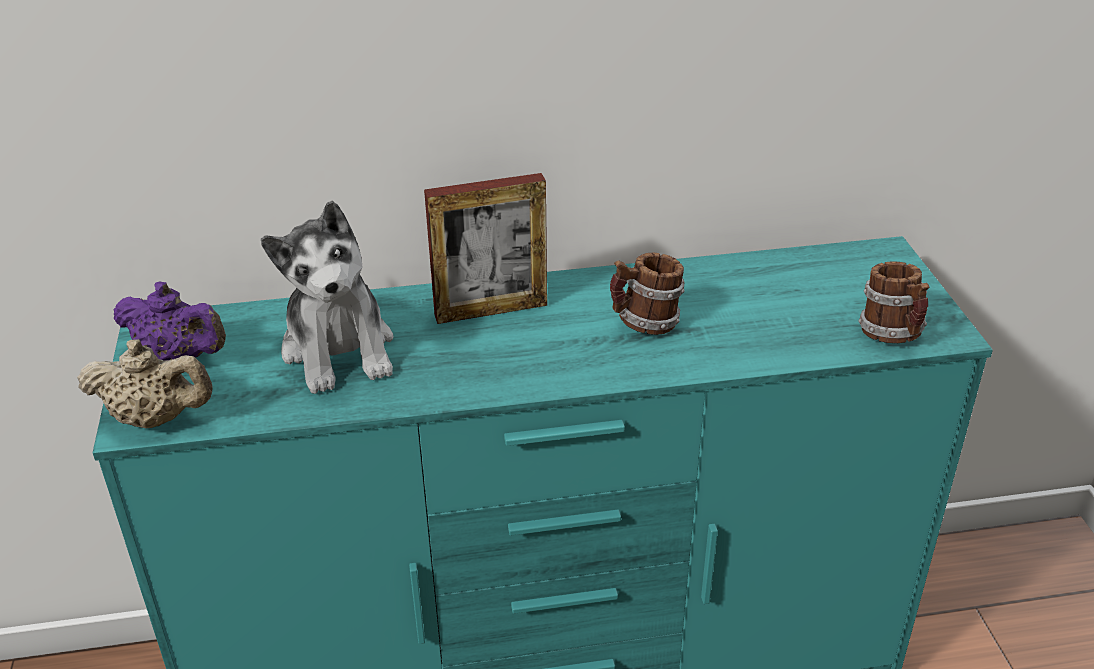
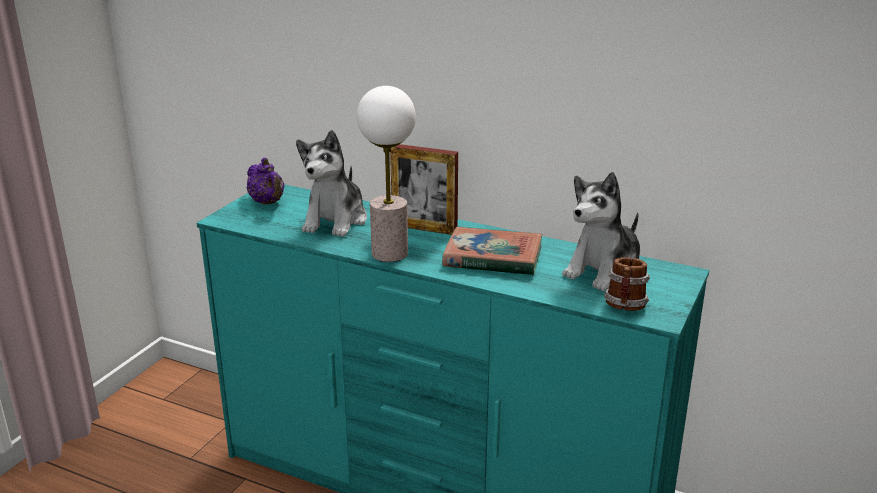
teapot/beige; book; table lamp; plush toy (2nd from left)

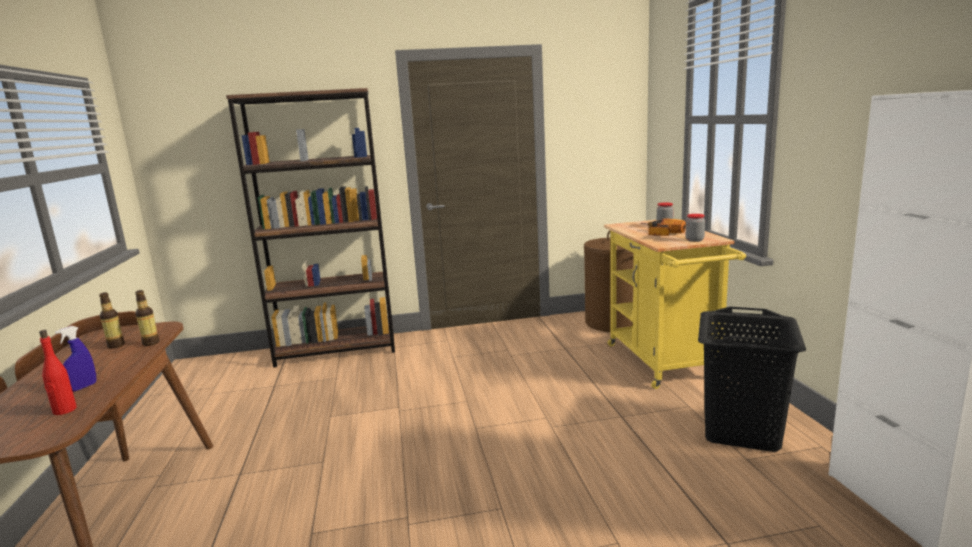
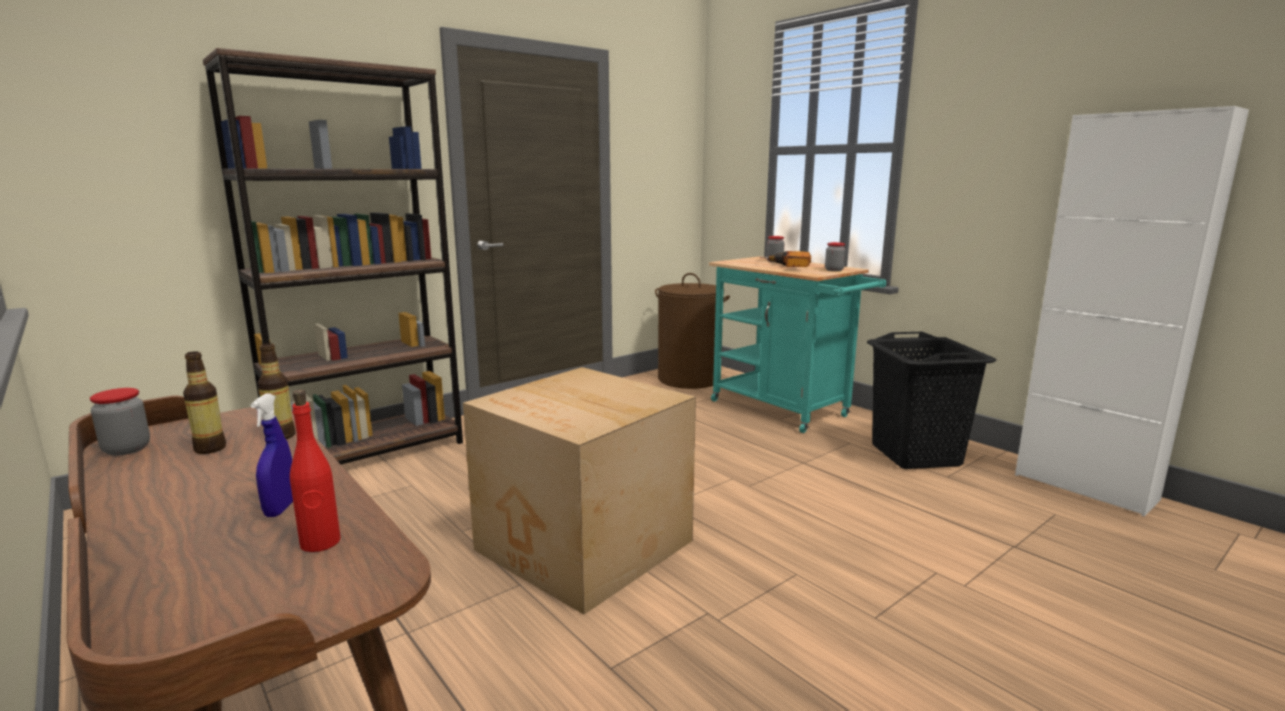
cart/turquoise; jar (1st from left); cardboard box

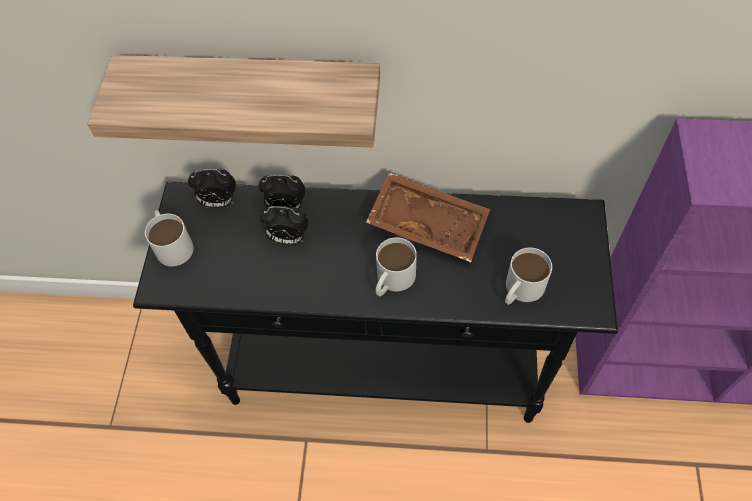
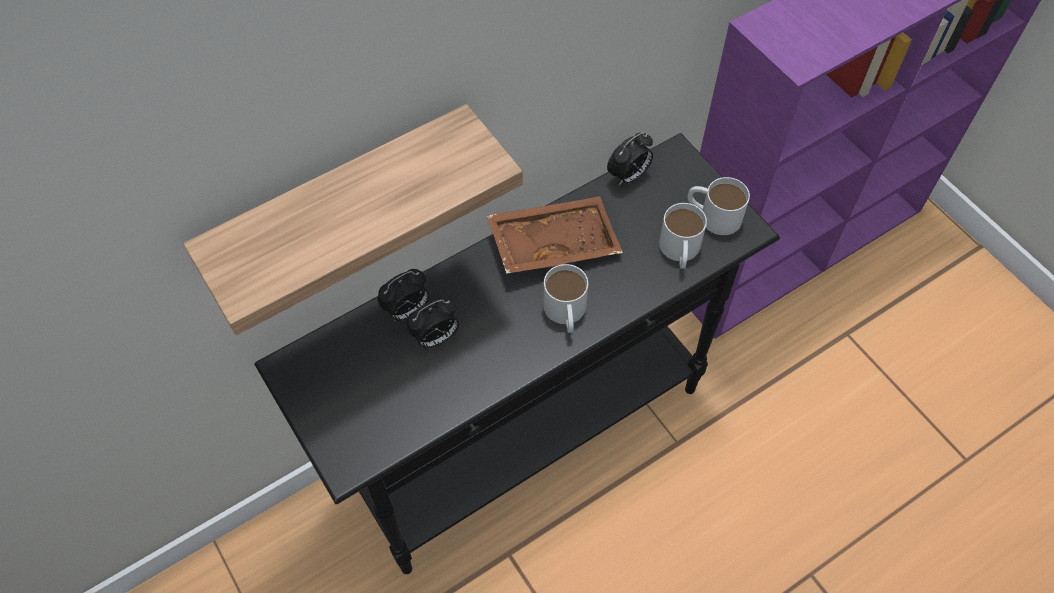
mug/white (3rd from left); alarm clock (3rd from left)

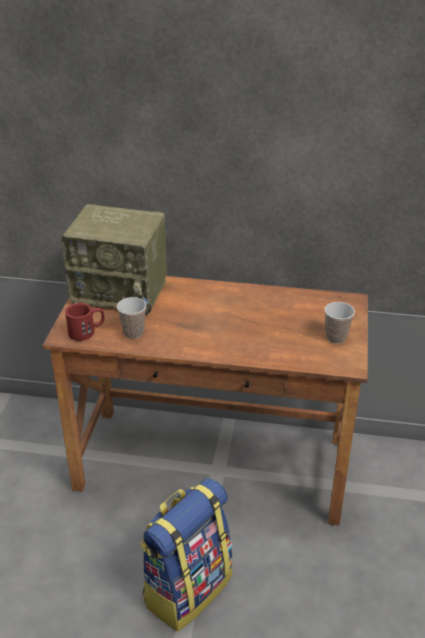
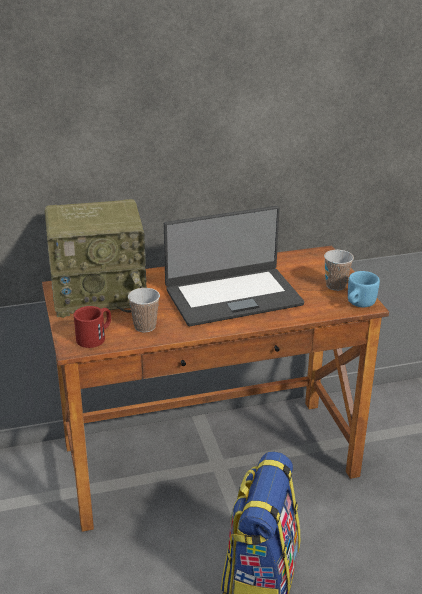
laptop; mug/blue

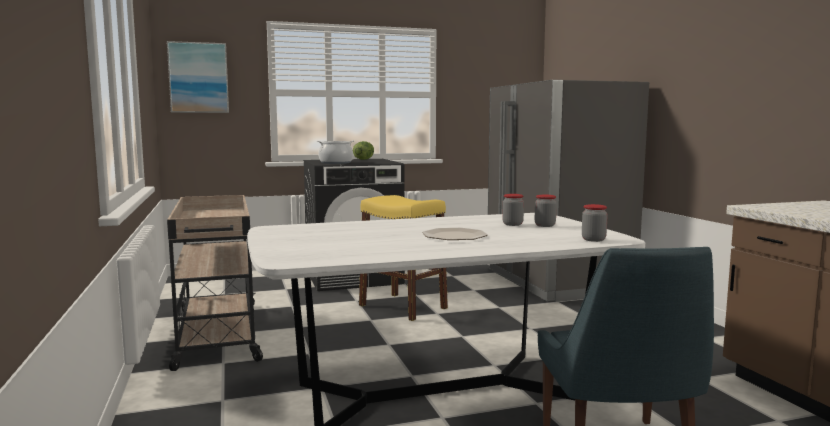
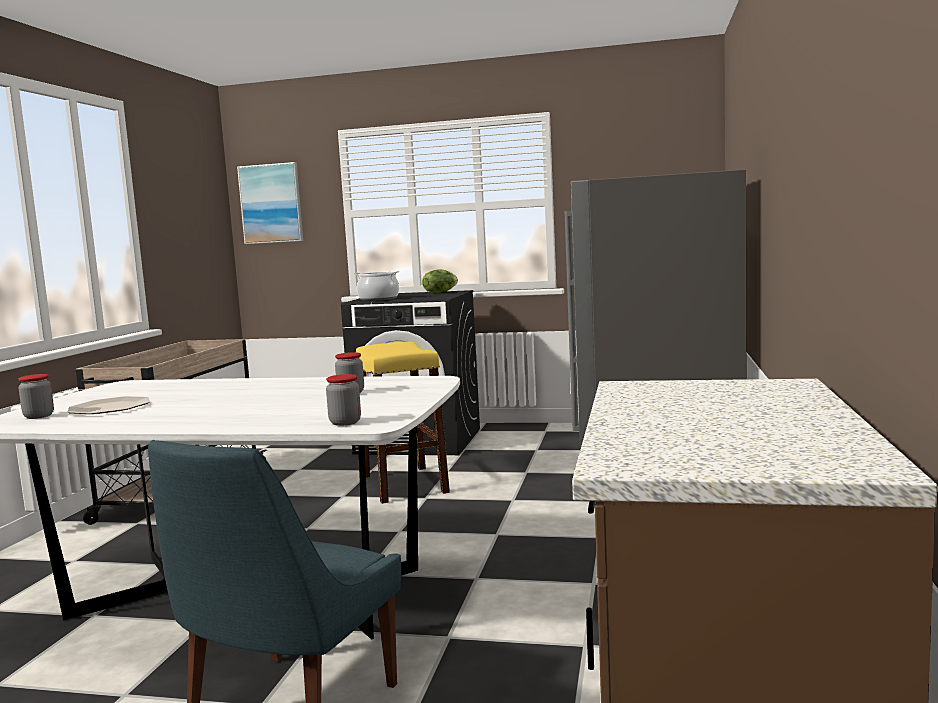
plate; jar (1st from left)

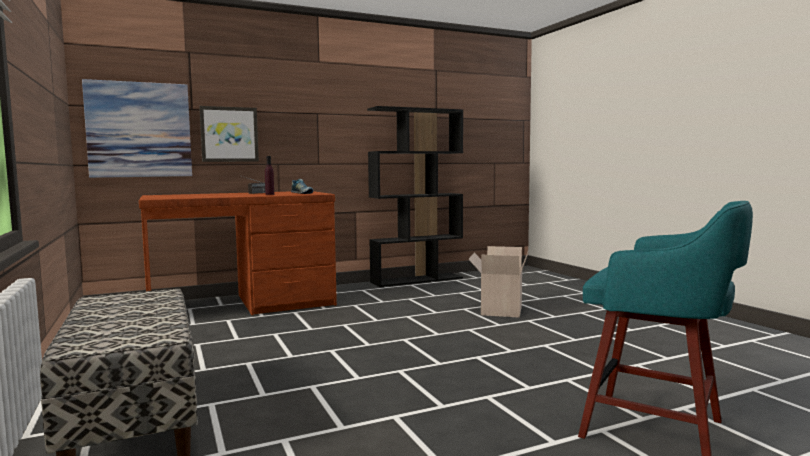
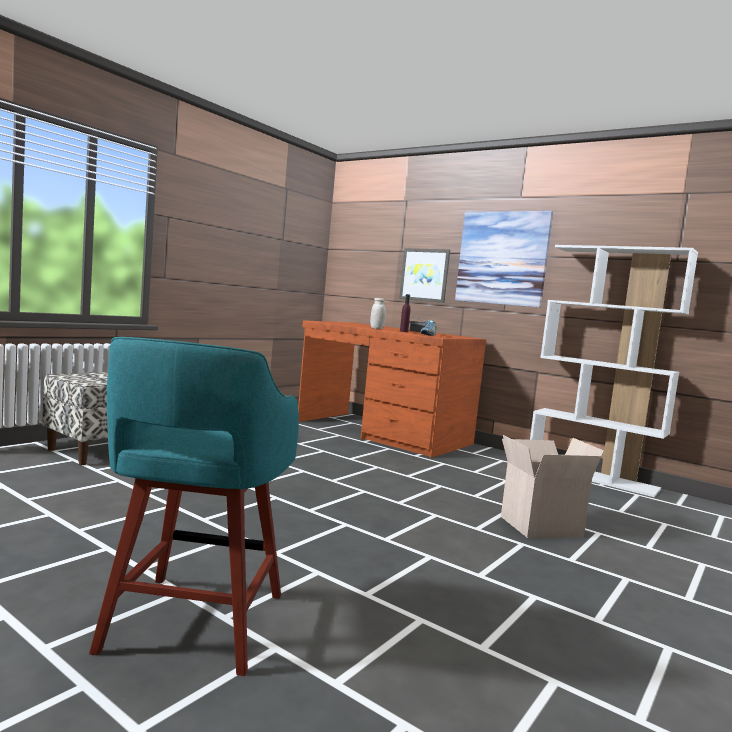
picture (2nd from left); bookcase/white; jar/white

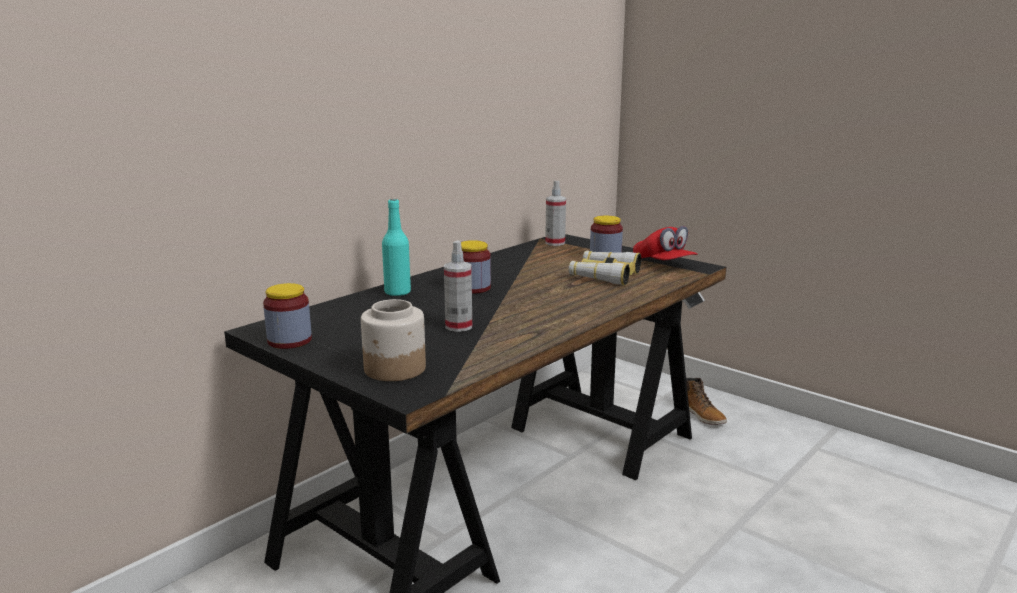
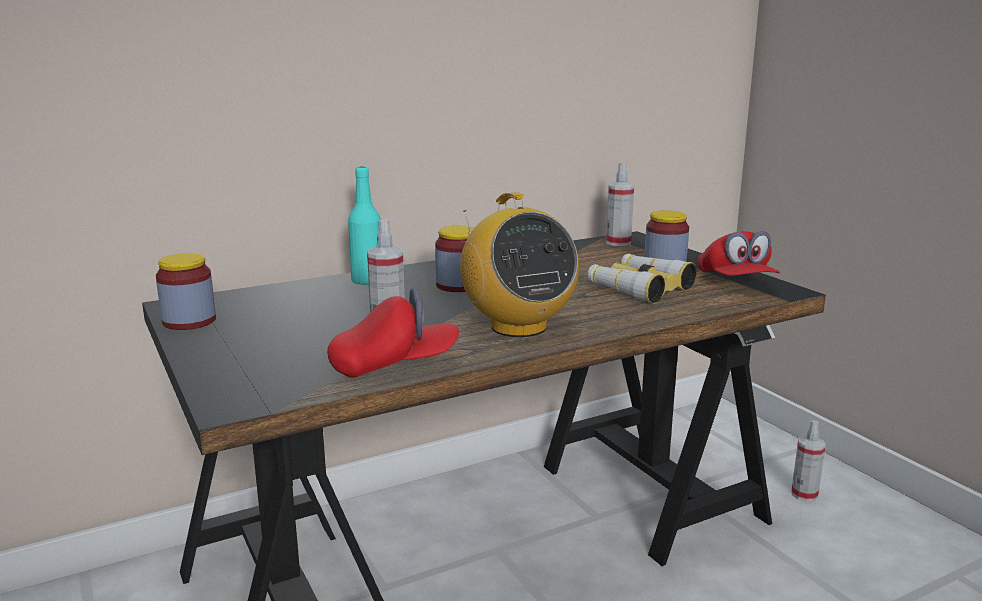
jar (2nd from left in the first image); spray bottle (3rd from left); cap/red (1st from left); radio

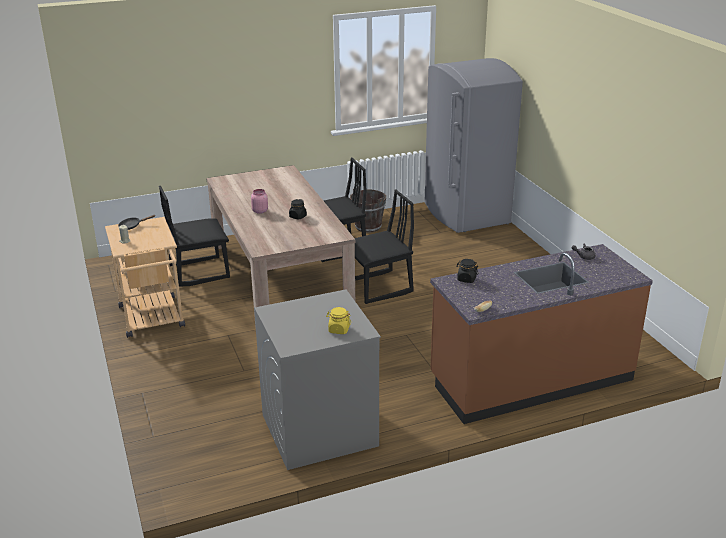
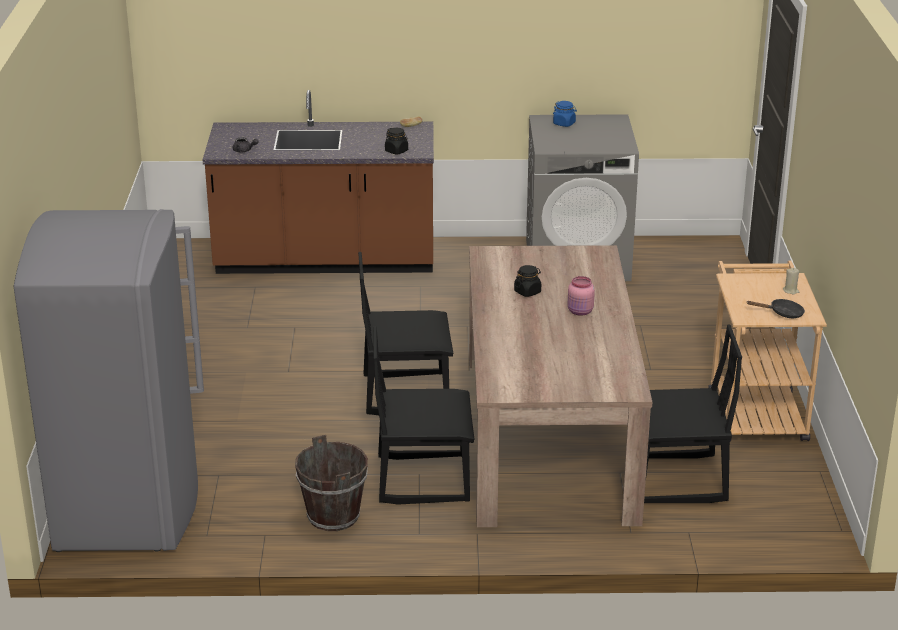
jar/blue

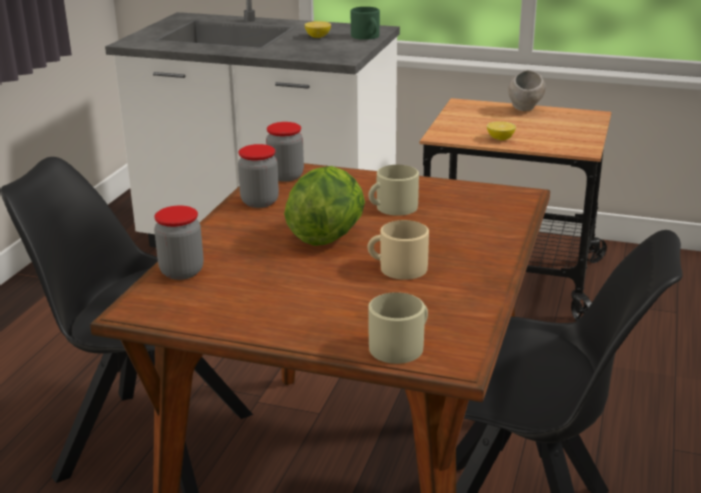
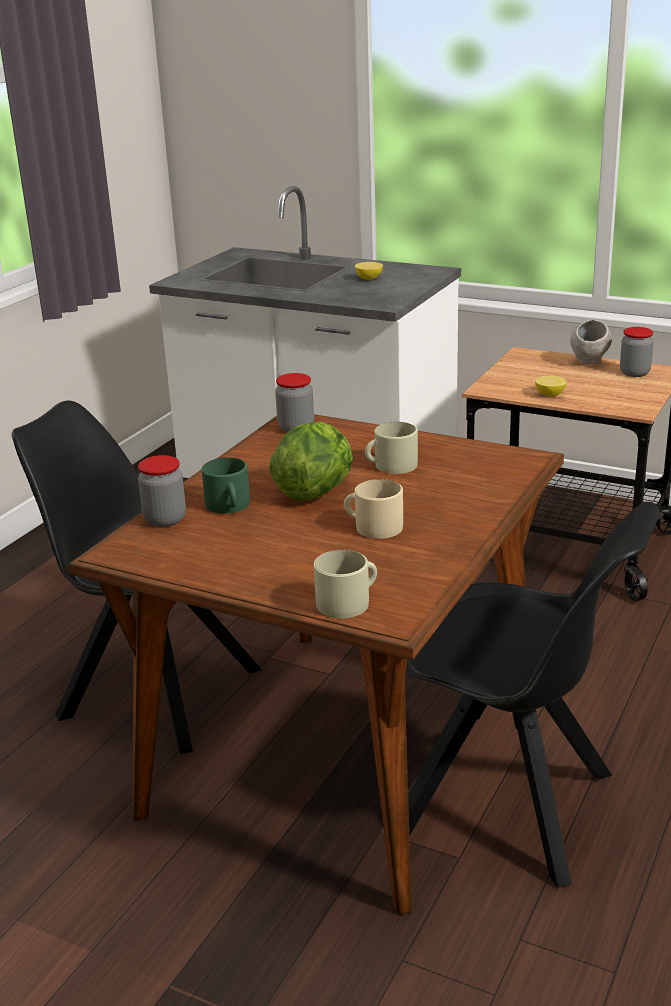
jar (3rd from left); mug/green

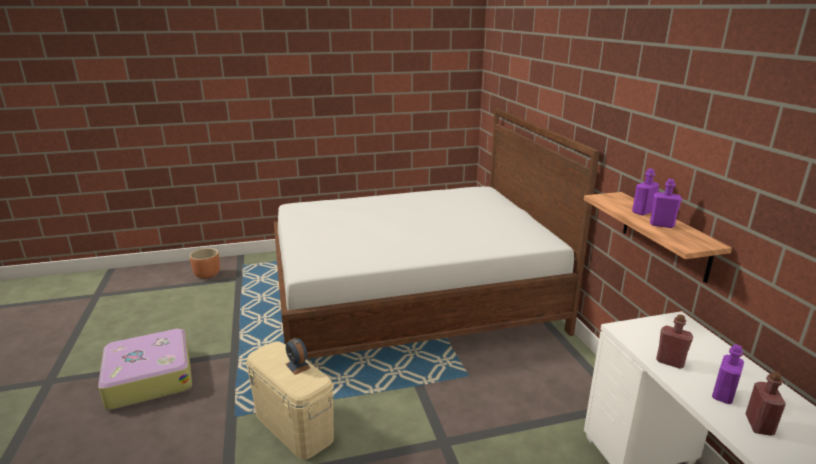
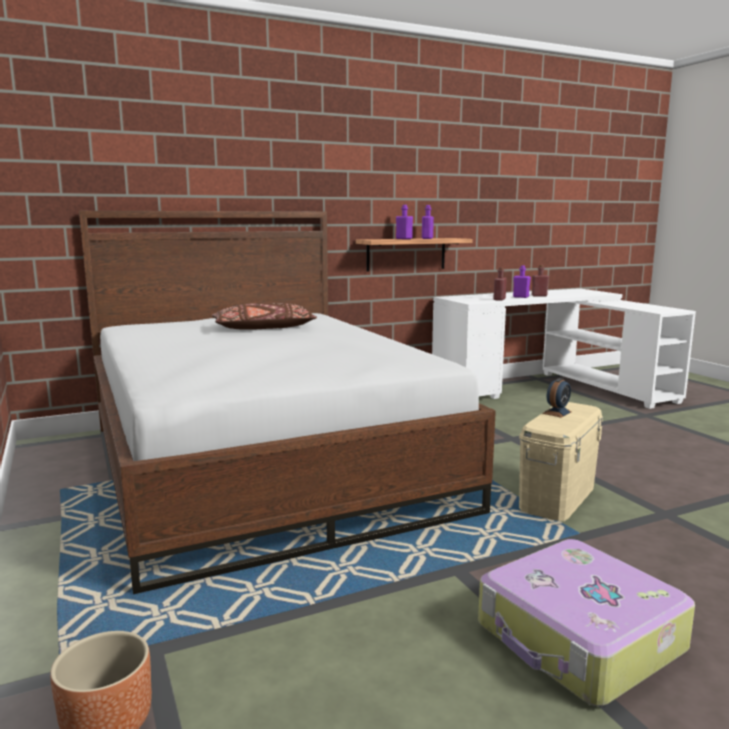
pillow/brown

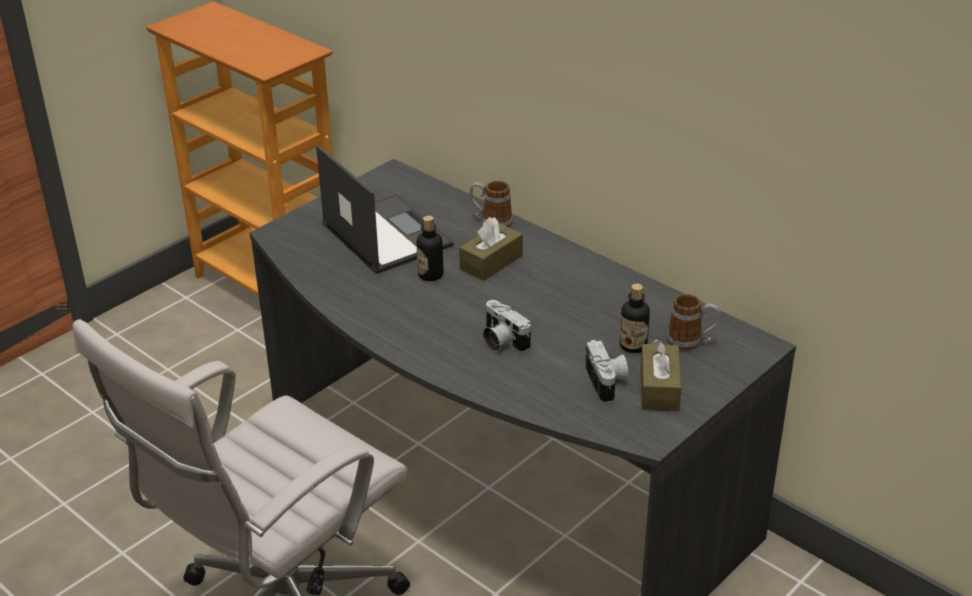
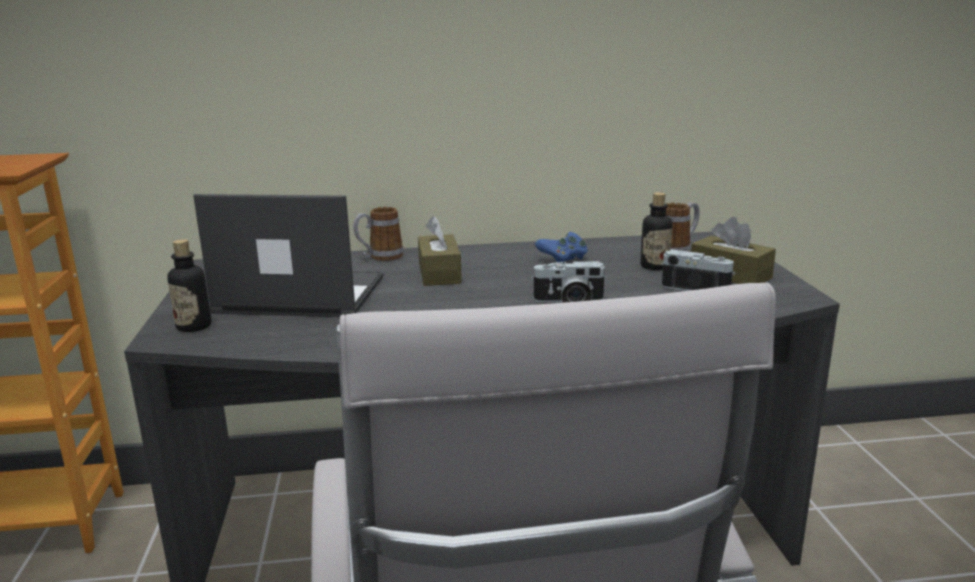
bottle (1st from left); game controller/blue

